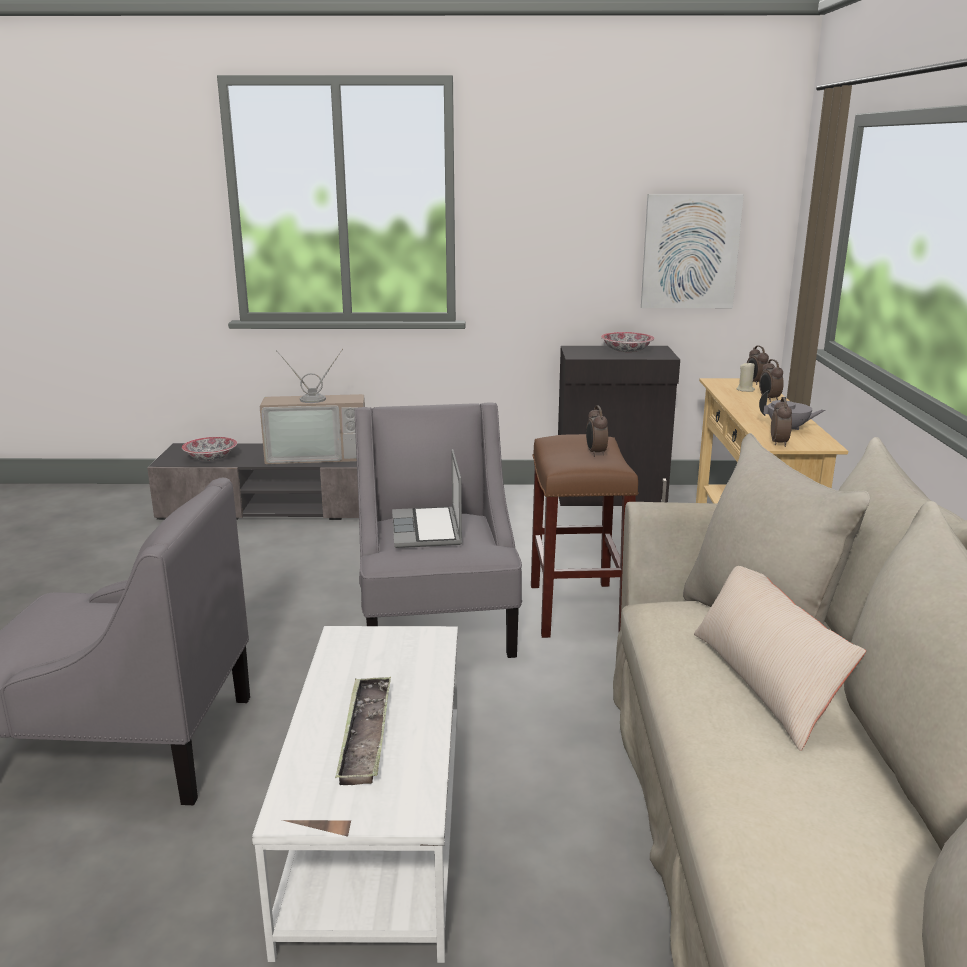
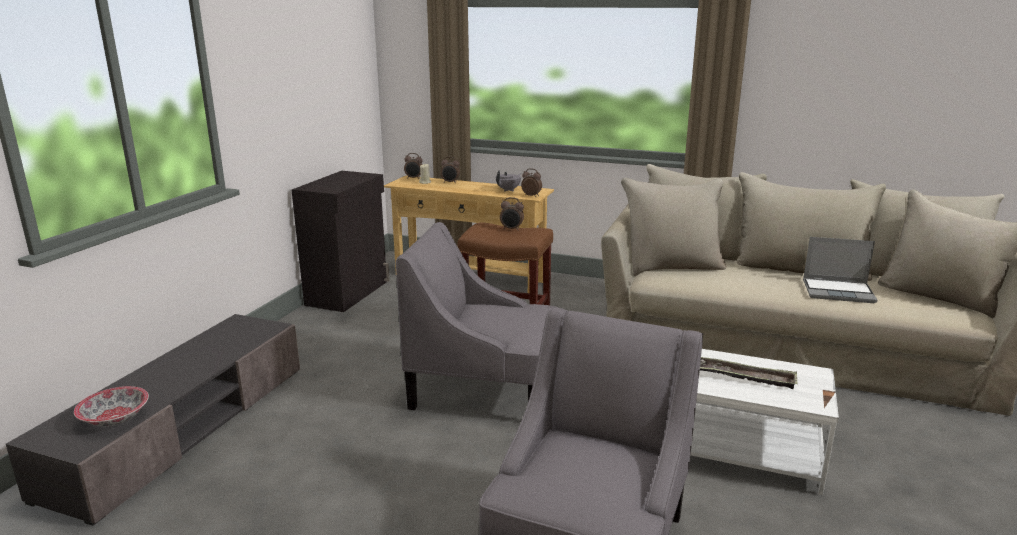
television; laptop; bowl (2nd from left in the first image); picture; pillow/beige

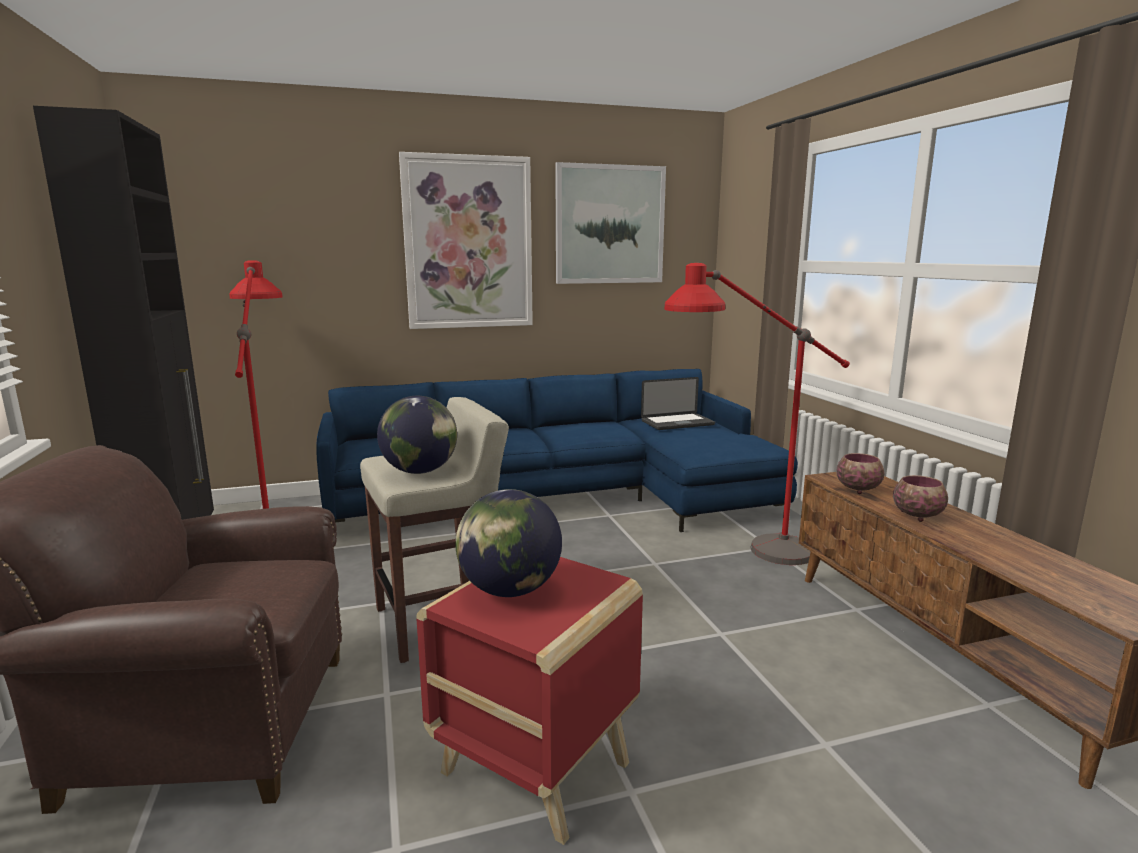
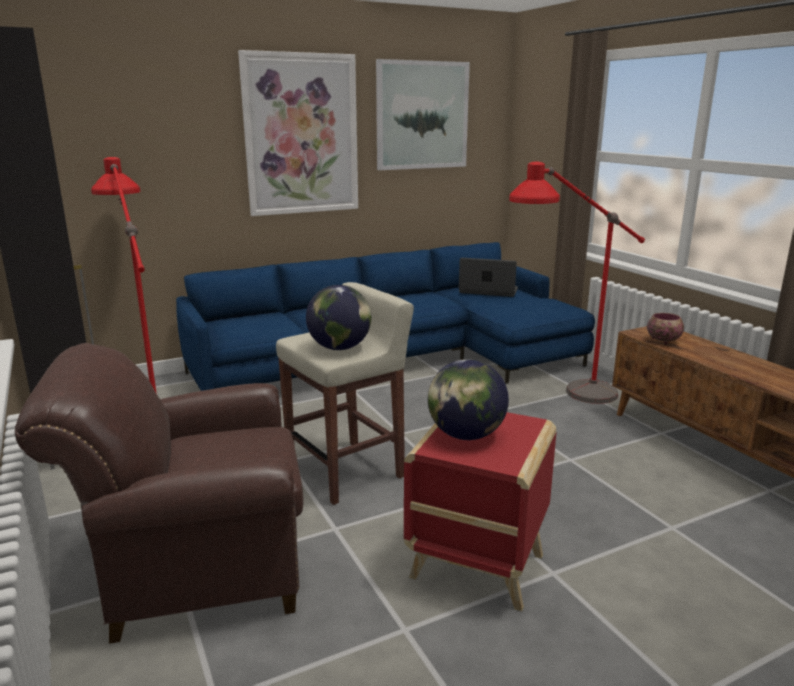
laptop; bowl (2nd from left in the first image)

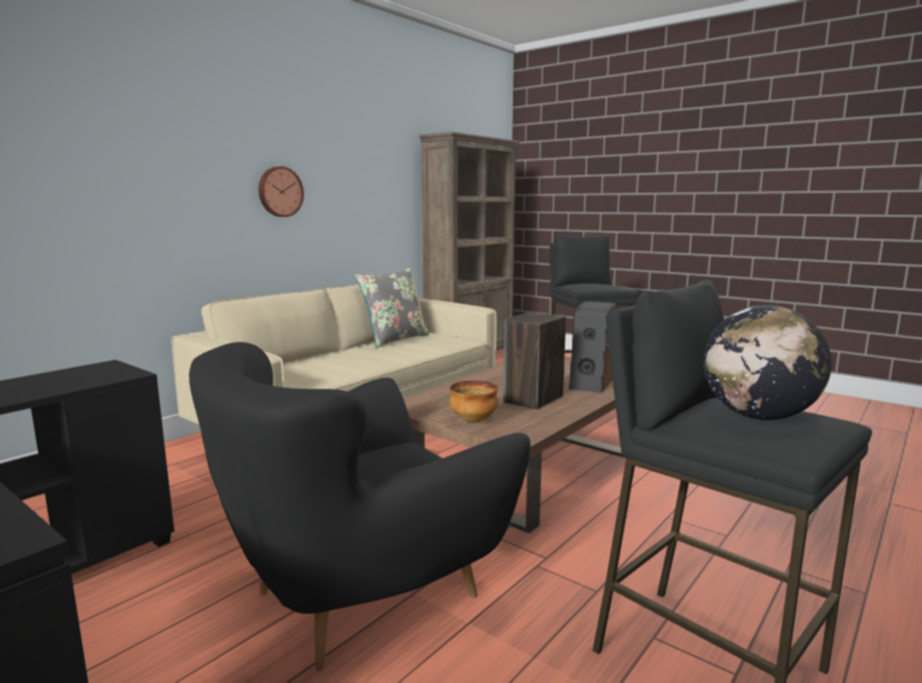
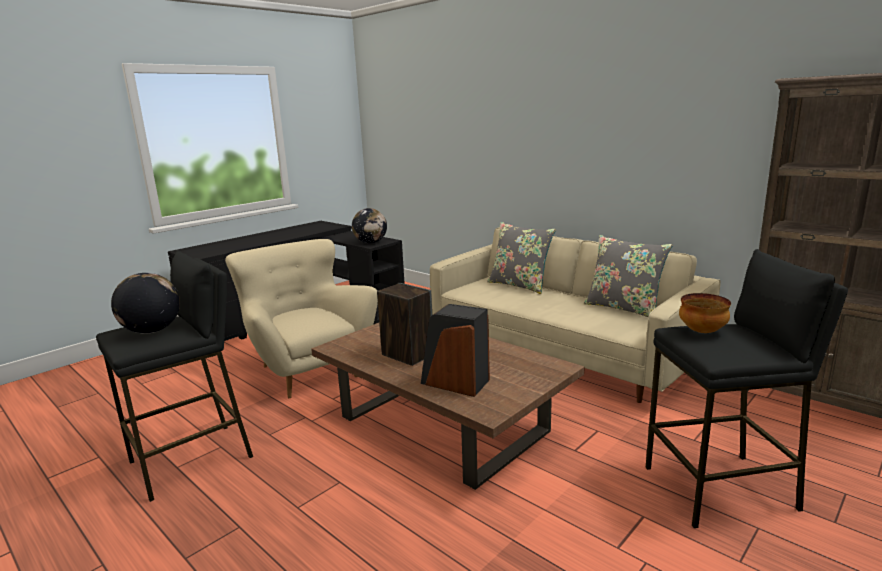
armchair/beige; wall clock; bowl; globe (2nd from left); pillow/grey (1st from left)

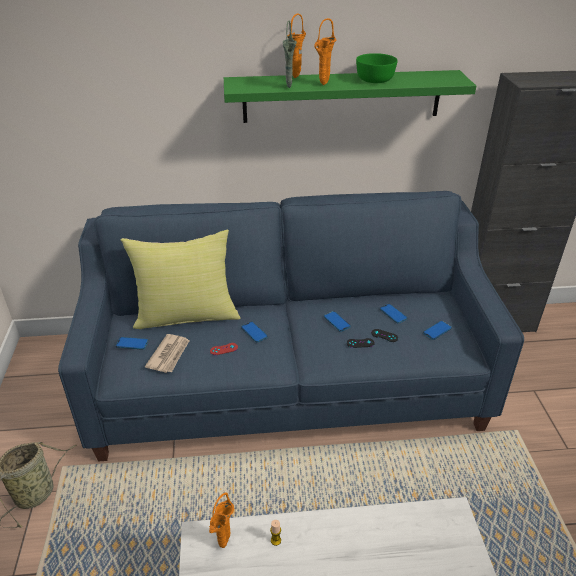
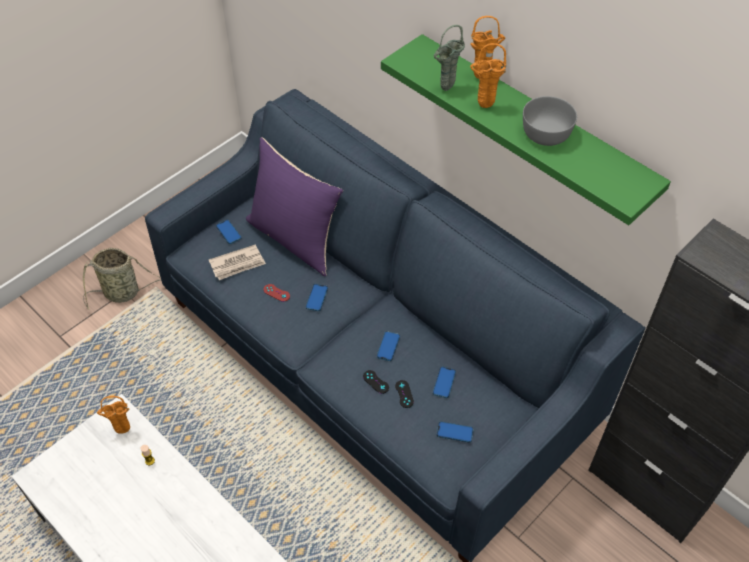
pillow/purple; bowl/grey

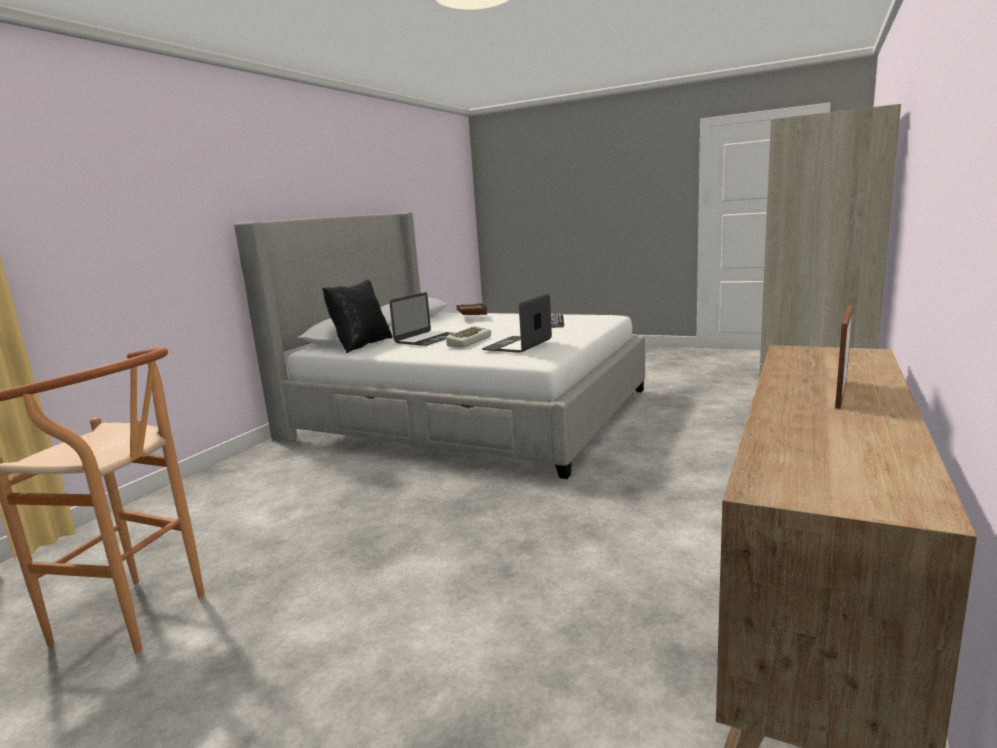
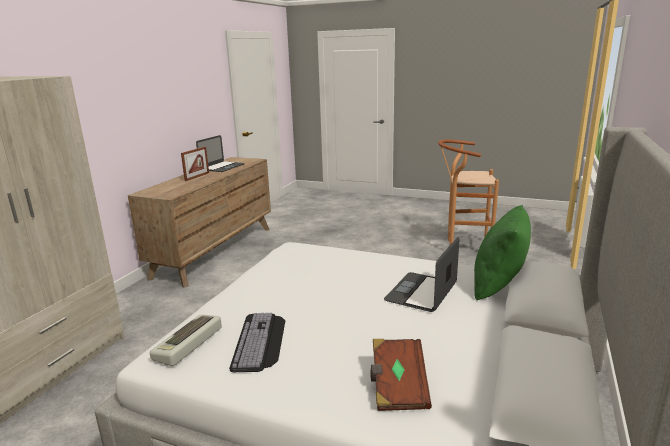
pillow/green; keyboard (1st from left); laptop (1st from left)

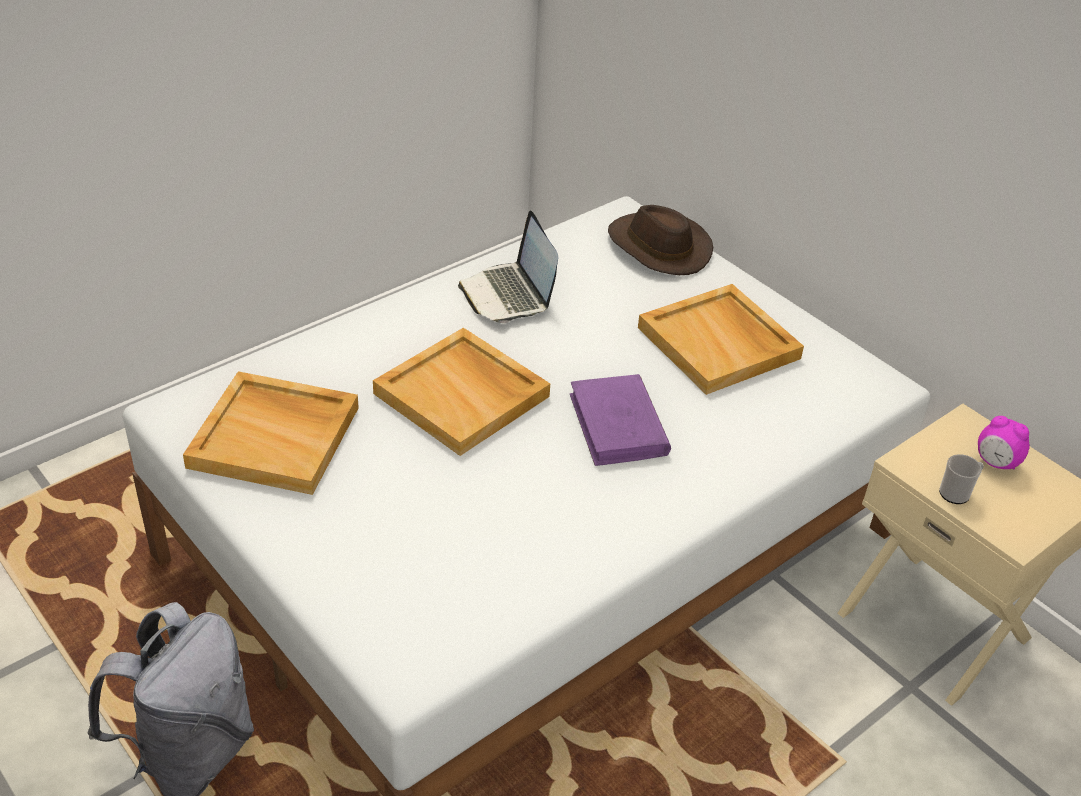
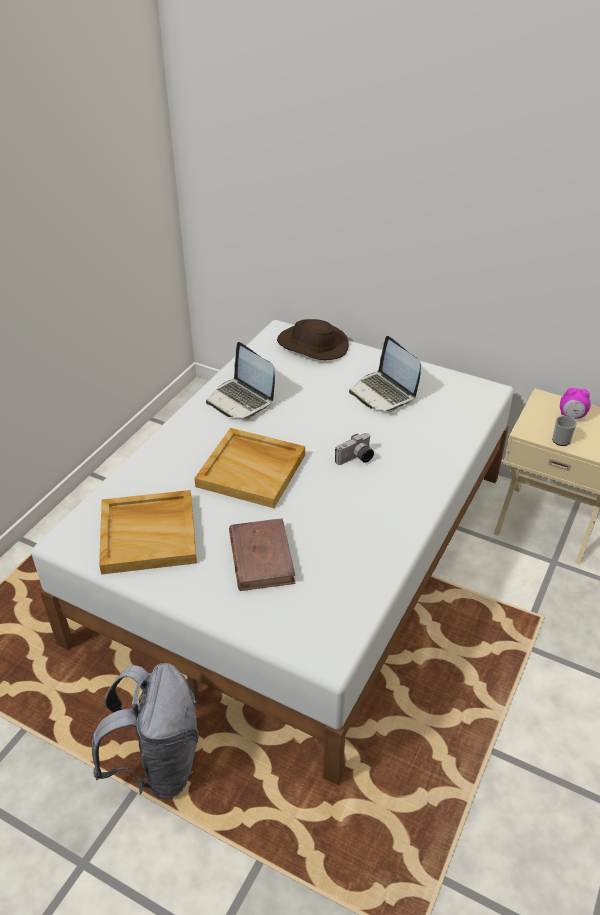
photo camera; laptop (2nd from left); book/brown

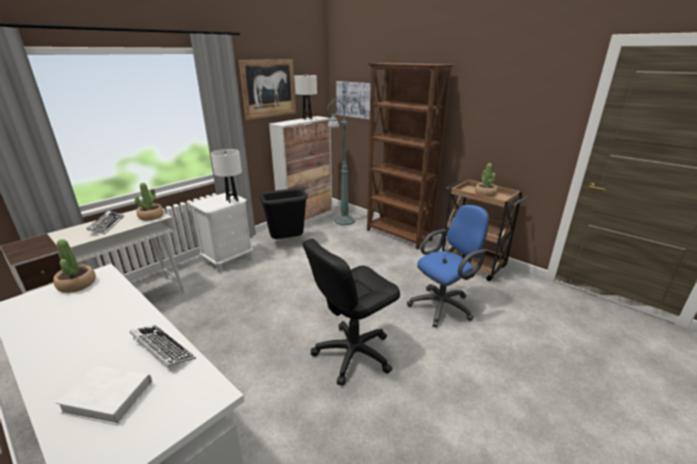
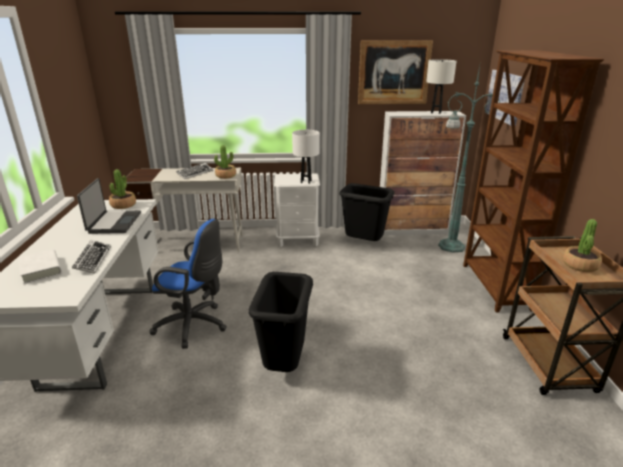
trash can/black (1st from left); office chair/blue; laptop

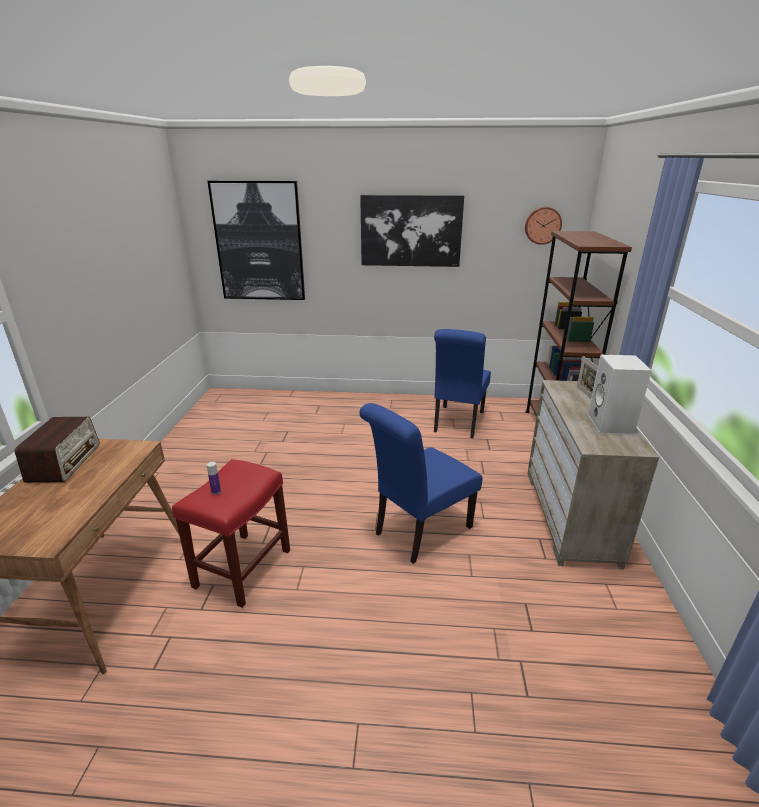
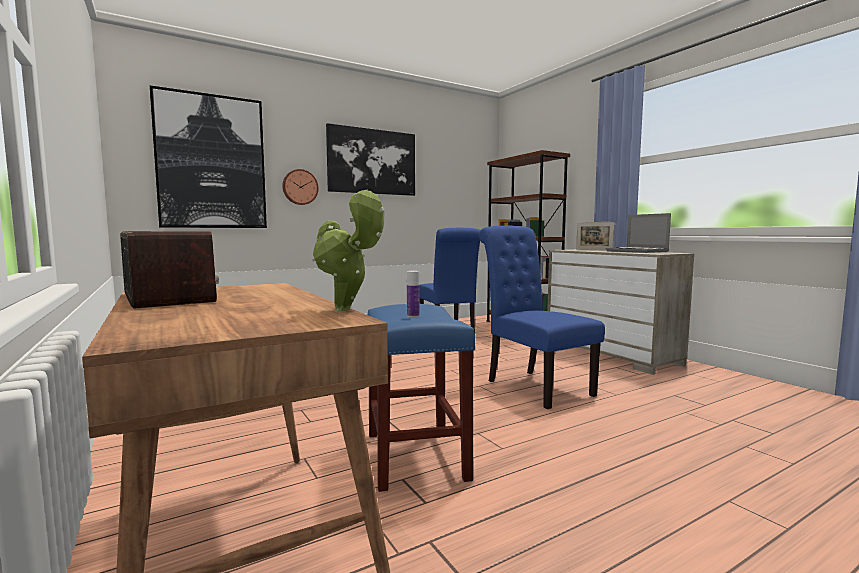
stool/blue; chair/blue (2nd from left); wall clock; laptop; potted plant

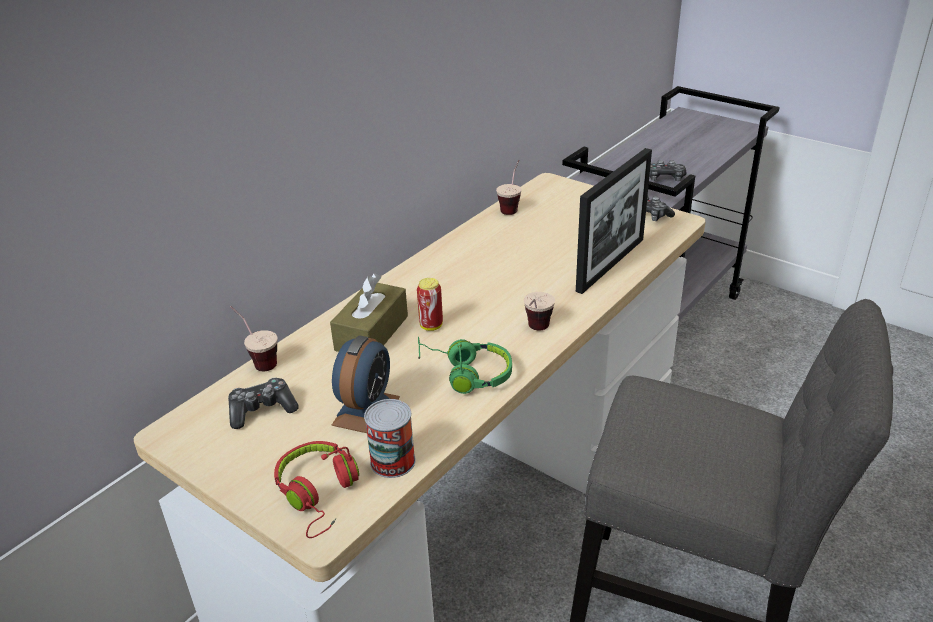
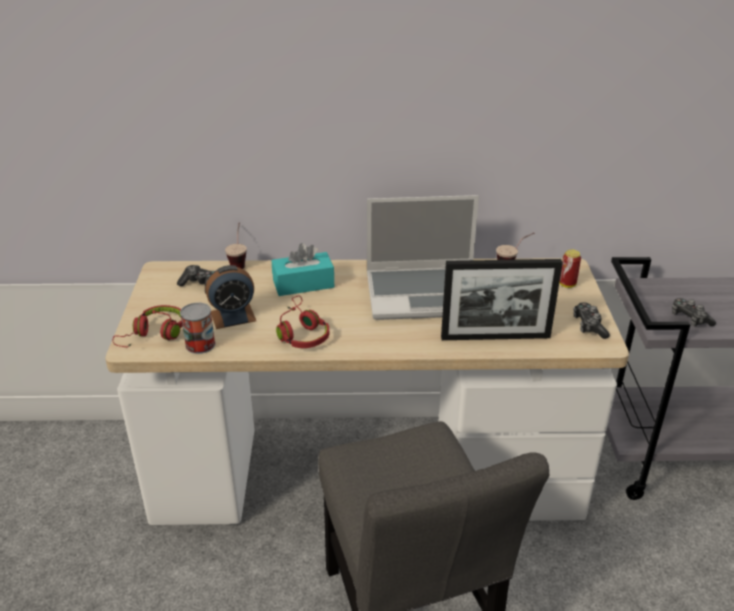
tissue box/turquoise; can (2nd from left); headphones/red (2nd from left); cup (3rd from left in the first image); laptop

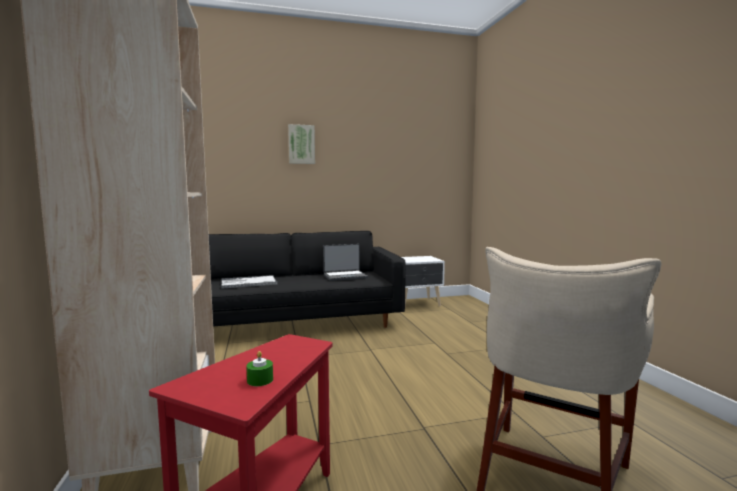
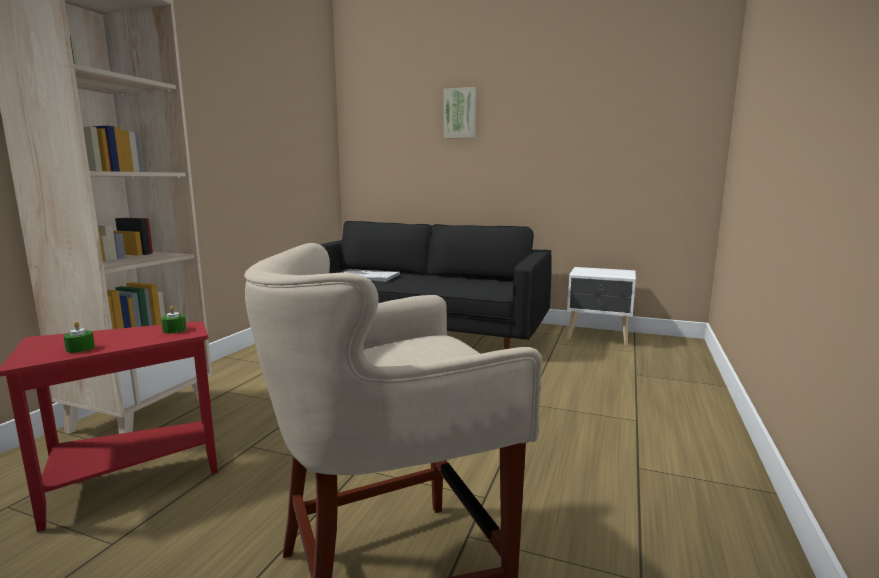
laptop; candle/green (2nd from left)

